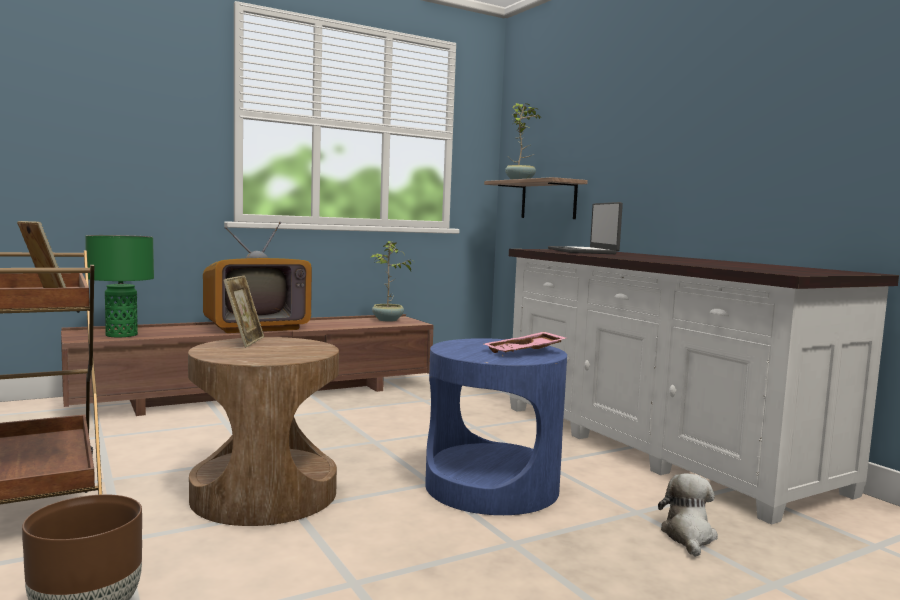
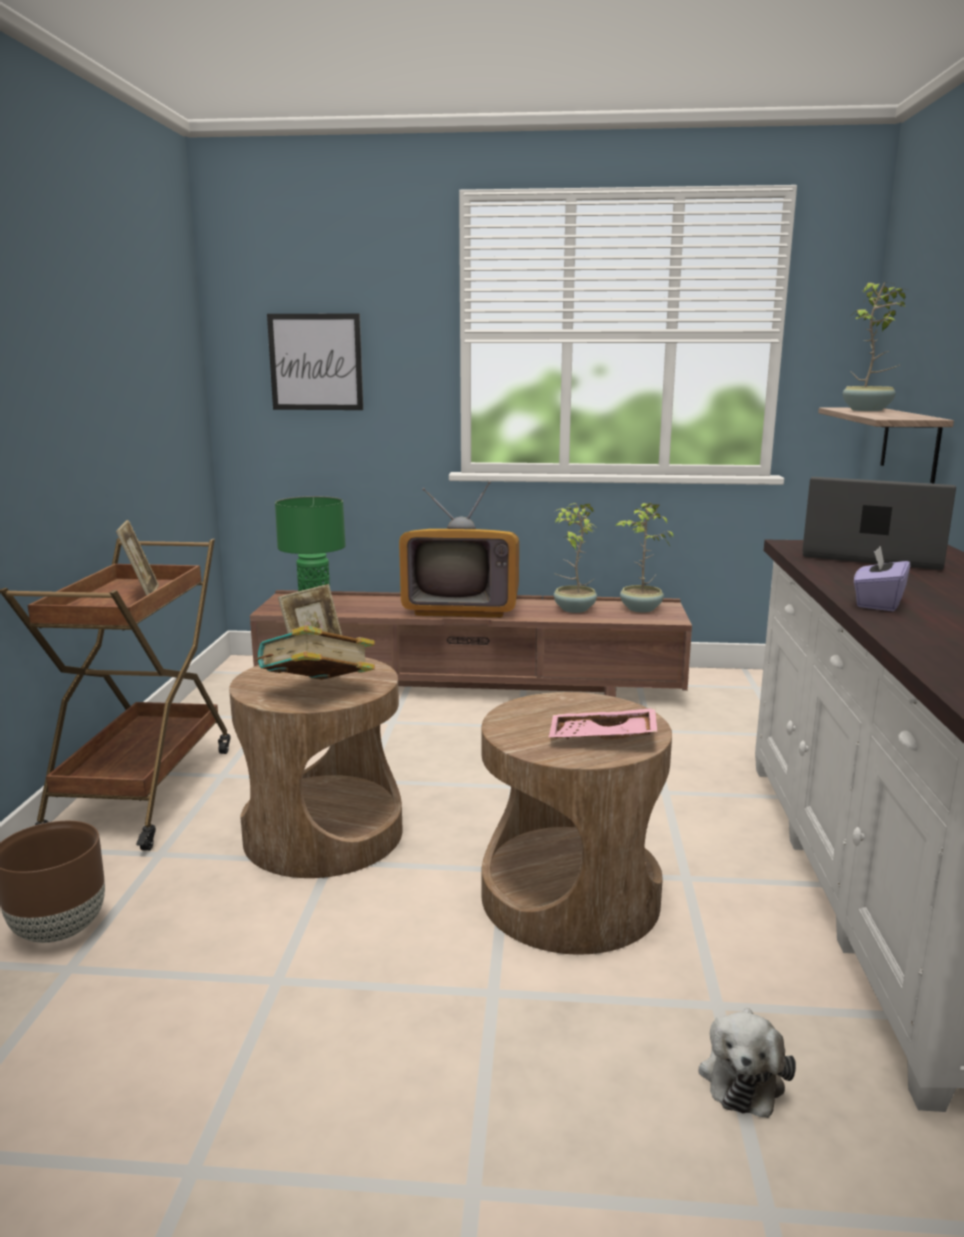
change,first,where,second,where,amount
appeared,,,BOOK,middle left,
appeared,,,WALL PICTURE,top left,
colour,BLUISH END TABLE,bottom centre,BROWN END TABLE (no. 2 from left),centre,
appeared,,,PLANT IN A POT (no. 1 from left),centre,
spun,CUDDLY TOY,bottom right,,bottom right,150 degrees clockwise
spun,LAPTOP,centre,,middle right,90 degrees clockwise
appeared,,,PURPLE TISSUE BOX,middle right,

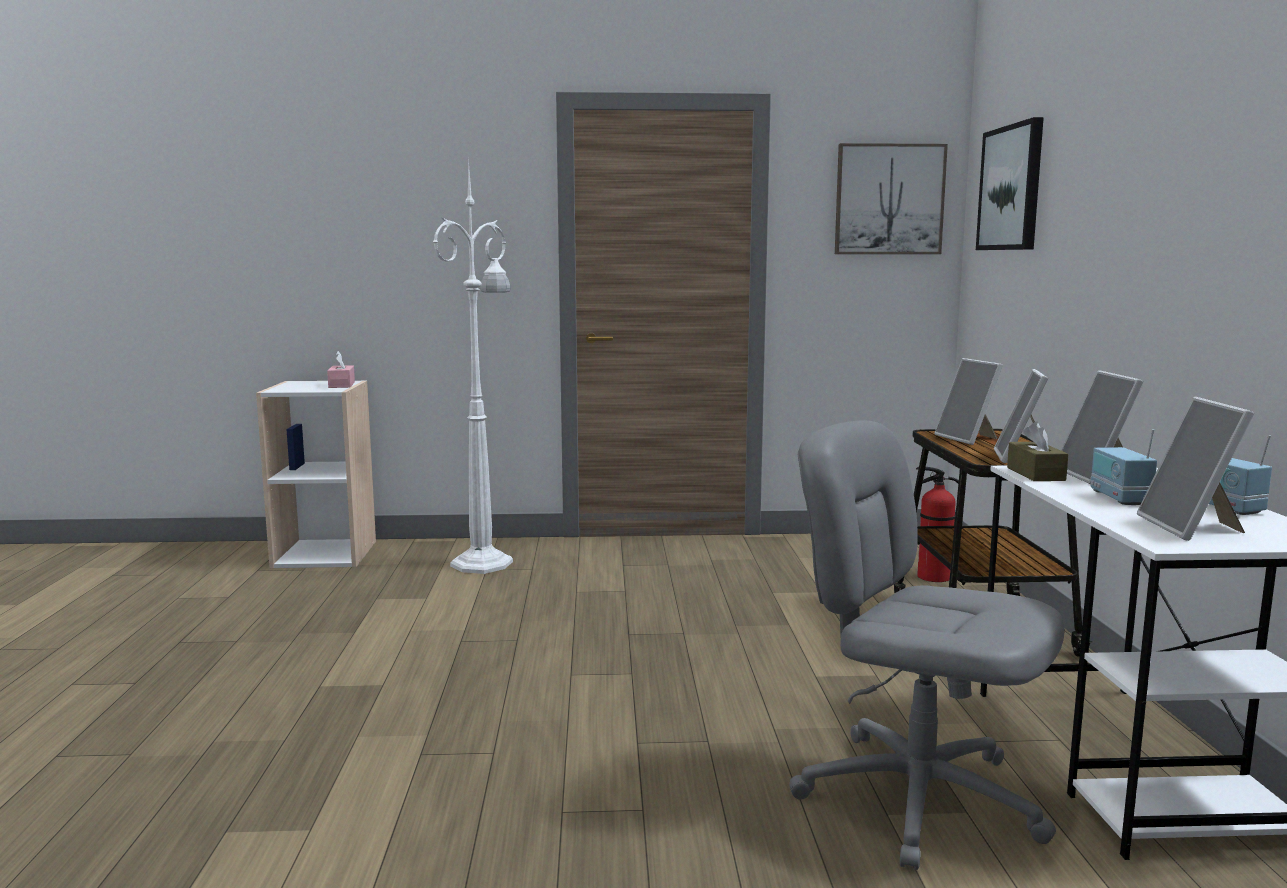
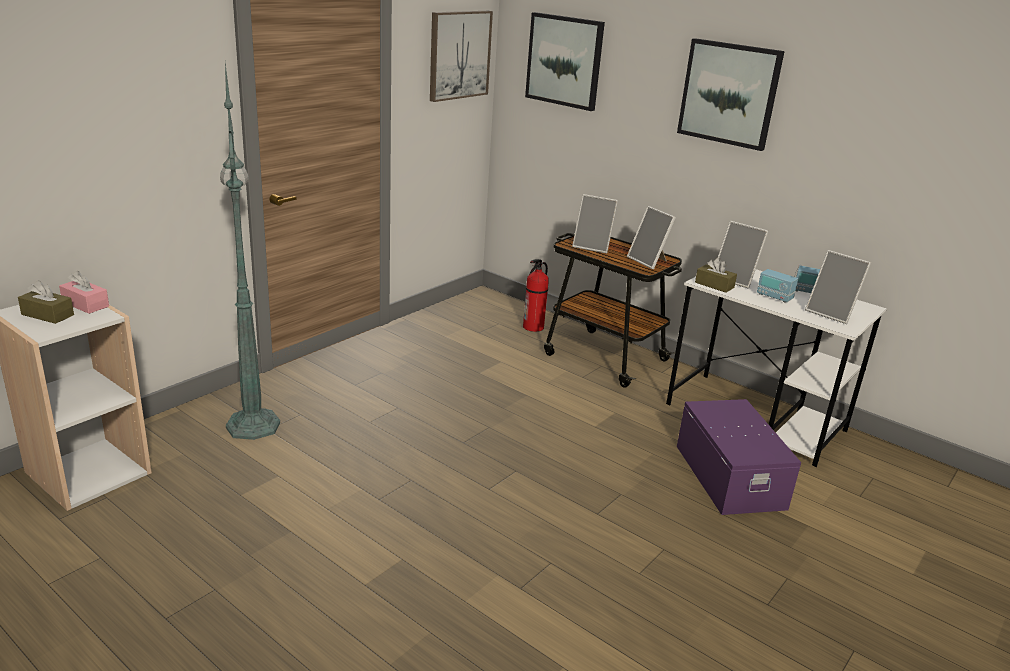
change,first,where,second,where,amount
appeared,,,BROWN TISSUE BOX (no. 1 from left),middle left,
colour,WHITISH STANDARD LAMP,centre,GREENISH STANDARD LAMP,middle left,
appeared,,,WALL PICTURE (no. 3 from left),top right,
exchanged,GRAY COMPUTER CHAIR,bottom right,PURPLE STORAGE BIN,bottom right,

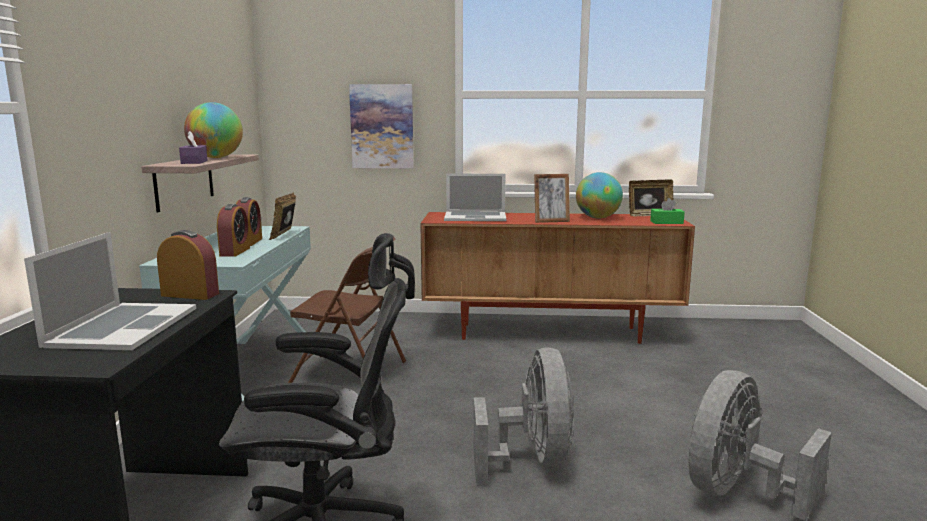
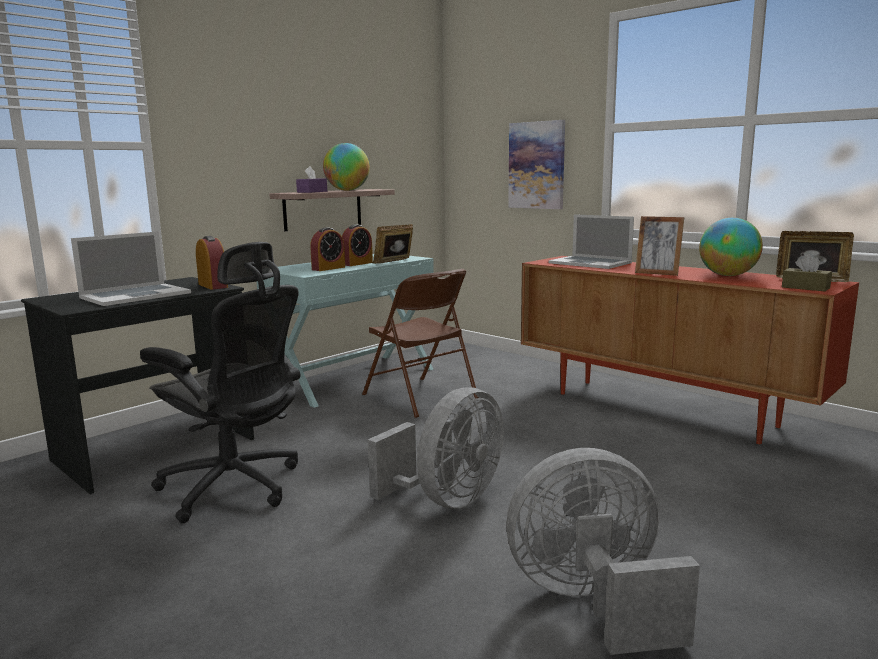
change,first,where,second,where,amount
colour,GREENISH TISSUE BOX,middle right,BROWN TISSUE BOX,middle right,

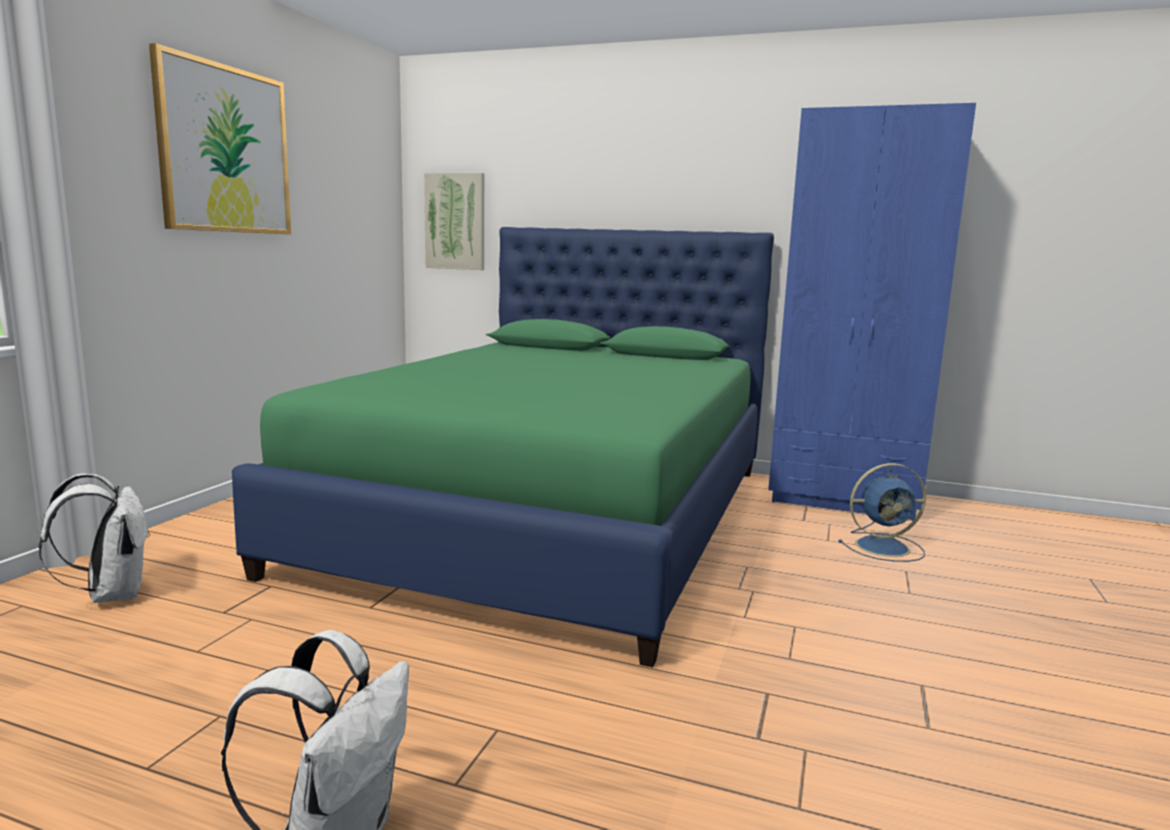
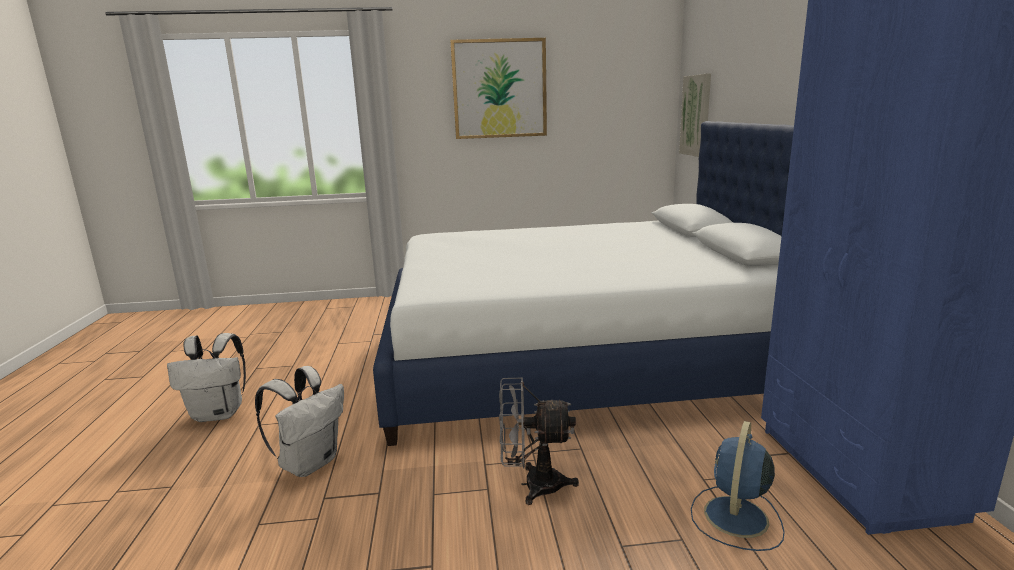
change,first,where,second,where,amount
relocated,WHITISH RUCKSACK (no. 1 from left in the first image),middle left,WHITISH RUCKSACK (no. 2 from left),bottom left,
colour,GREENISH SLEEPING BED,centre,WHITISH SLEEPING BED,centre,
appeared,,,GRAY ELECTRIC FAN,bottom centre,
spun,BLUISH ELECTRIC FAN,middle right,,bottom right,60 degrees clockwise

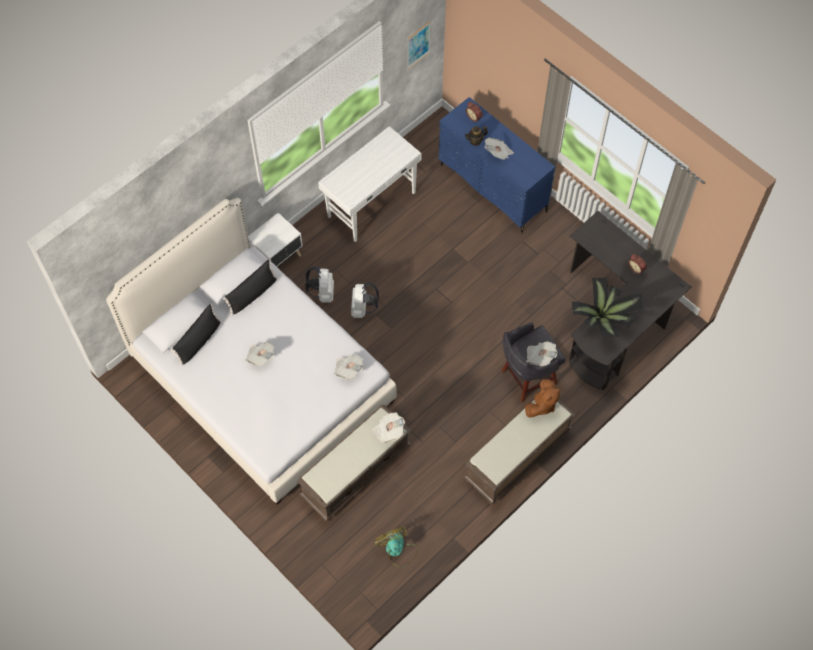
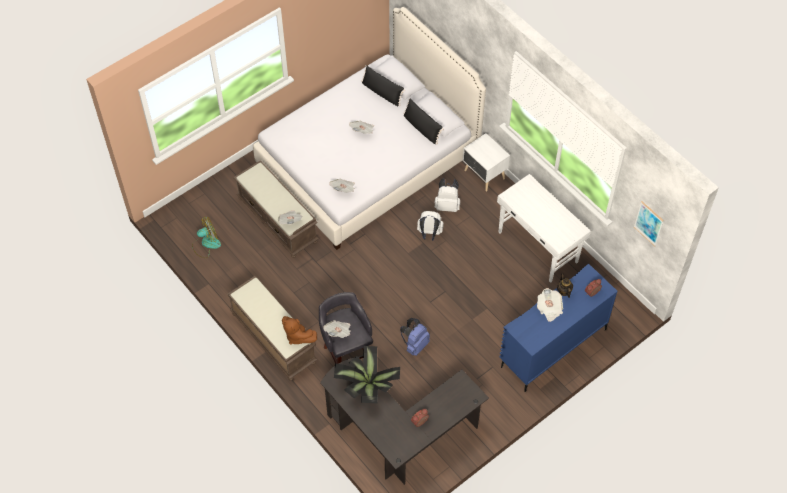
change,first,where,second,where,amount
appeared,,,BLUISH RUCKSACK,bottom centre,

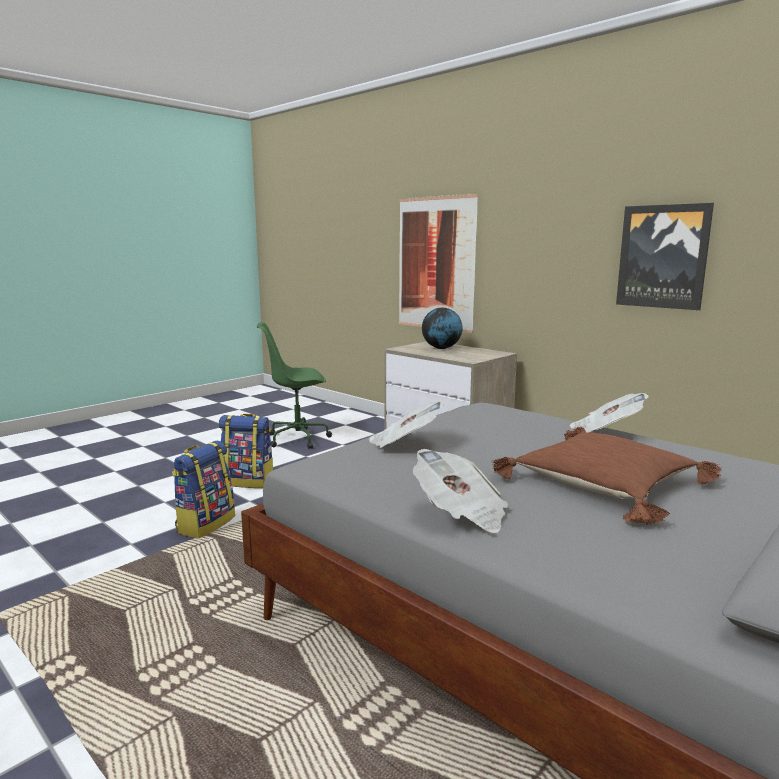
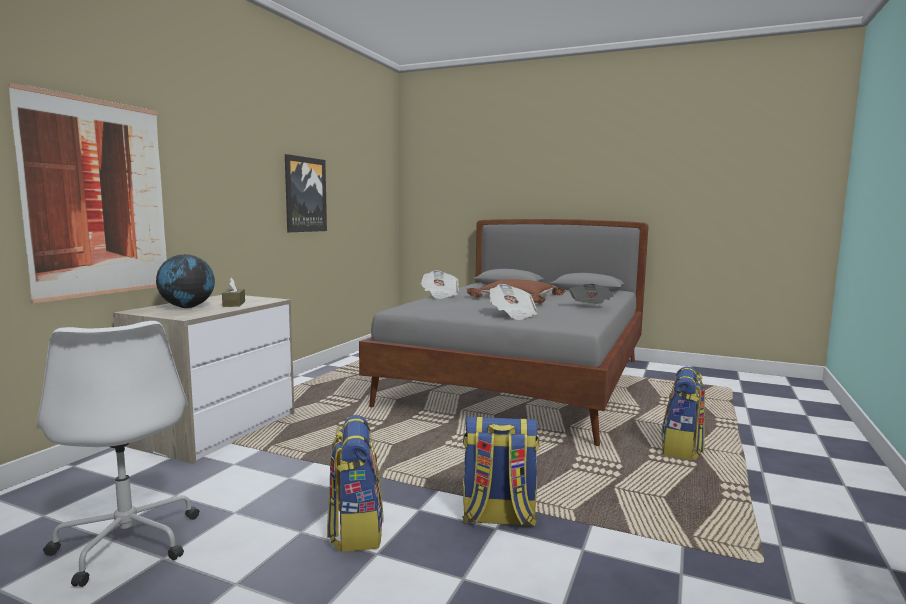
change,first,where,second,where,amount
colour,GREENISH COMPUTER CHAIR,centre,WHITISH COMPUTER CHAIR,bottom left,
appeared,,,BROWN TISSUE BOX,middle left,
appeared,,,RUCKSACK (no. 3 from left),bottom right,

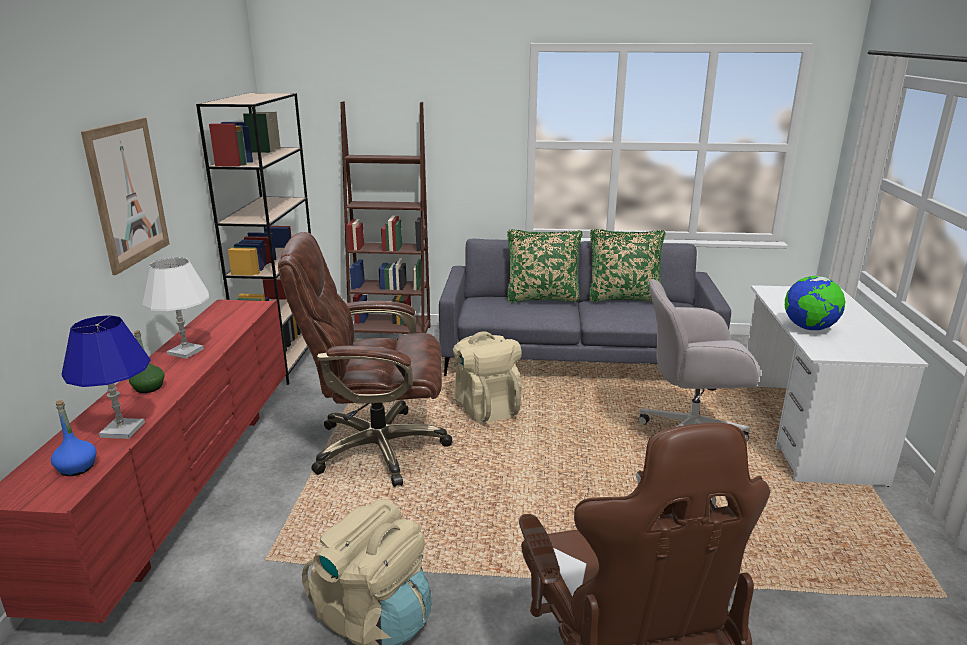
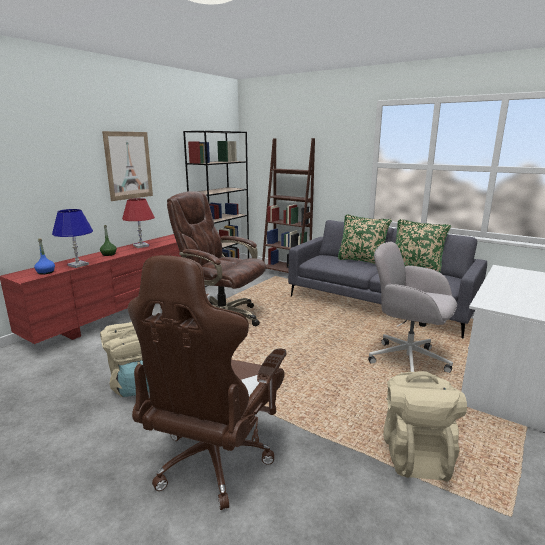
change,first,where,second,where,amount
colour,WHITISH TABLE LAMP,middle left,RED TABLE LAMP,middle left,
relocated,BEIGE-COLOURED RUCKSACK (no. 2 from left),centre,,bottom right,
missing,WORLD GLOBE,middle right,,,

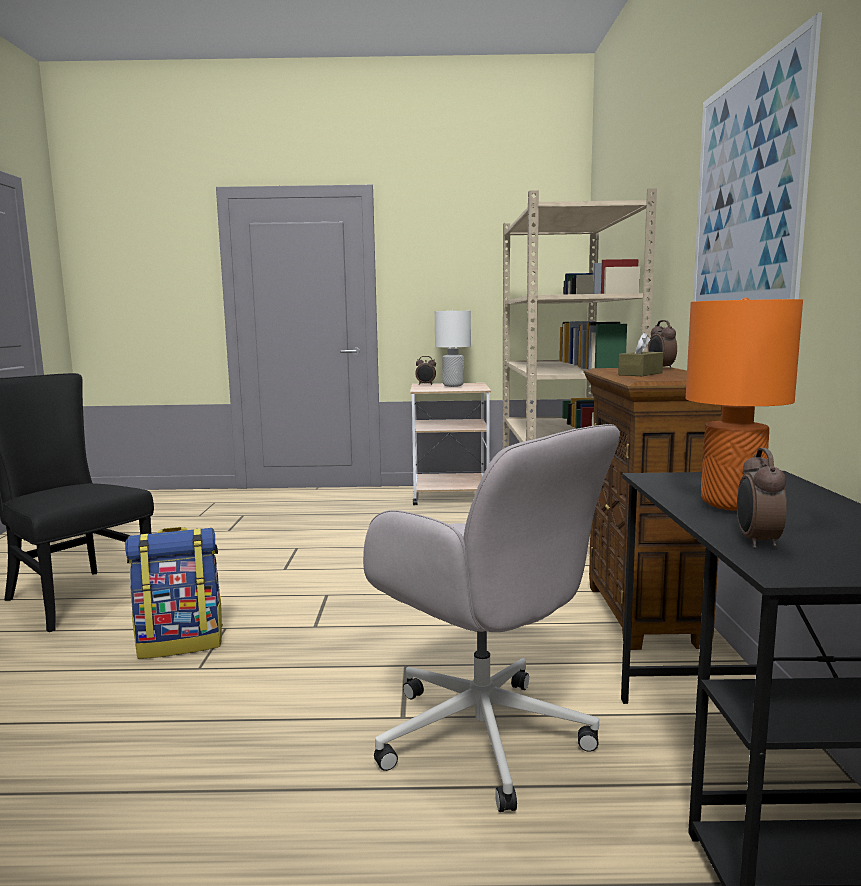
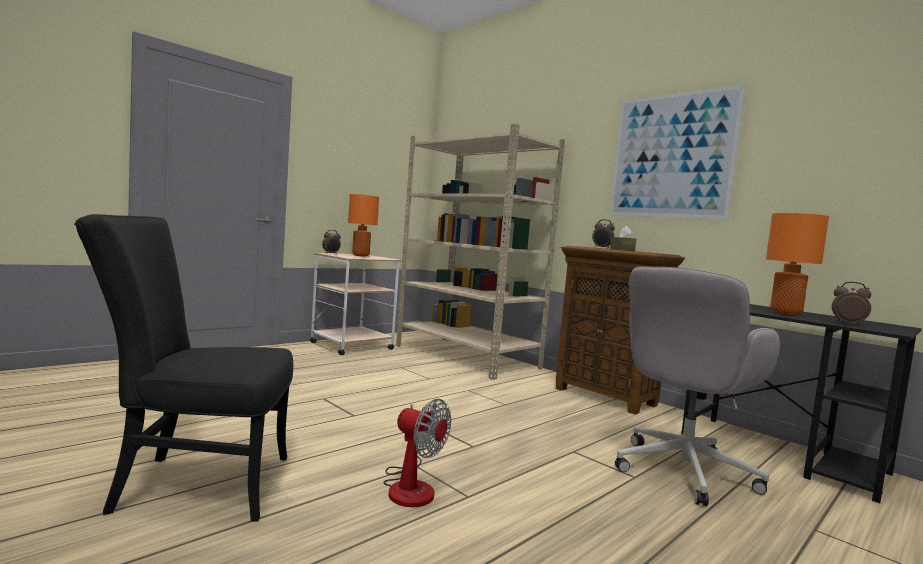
change,first,where,second,where,amount
colour,WHITISH TABLE LAMP,centre,ORANGE-COLOURED TABLE LAMP (no. 1 from left),centre,
exchanged,RUCKSACK,bottom left,ELECTRIC FAN,bottom centre,
spun,GRAY COMPUTER CHAIR,bottom centre,,bottom right,135 degrees clockwise
spun,BEDSIDE CLOCK (no. 3 from left),middle right,,middle right,150 degrees clockwise

